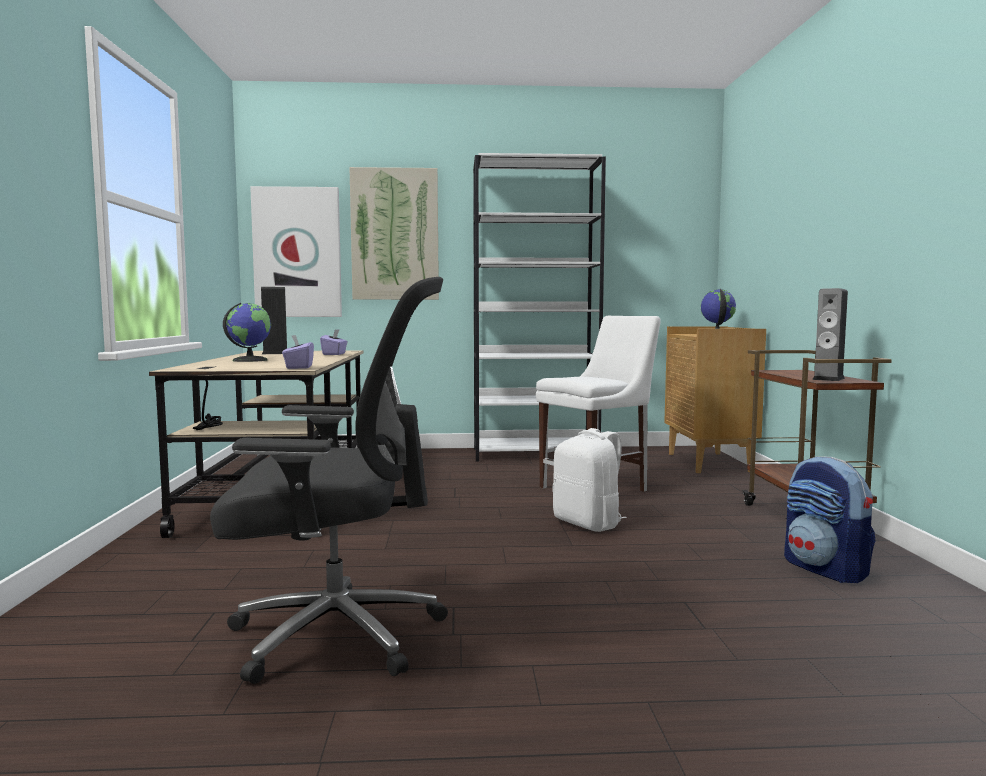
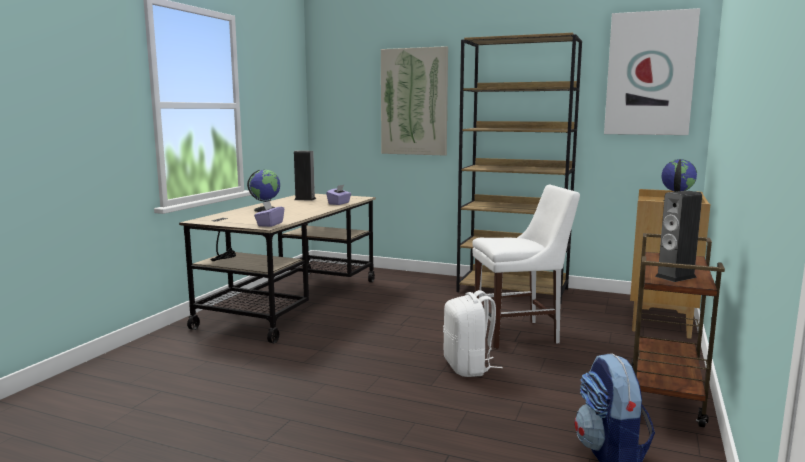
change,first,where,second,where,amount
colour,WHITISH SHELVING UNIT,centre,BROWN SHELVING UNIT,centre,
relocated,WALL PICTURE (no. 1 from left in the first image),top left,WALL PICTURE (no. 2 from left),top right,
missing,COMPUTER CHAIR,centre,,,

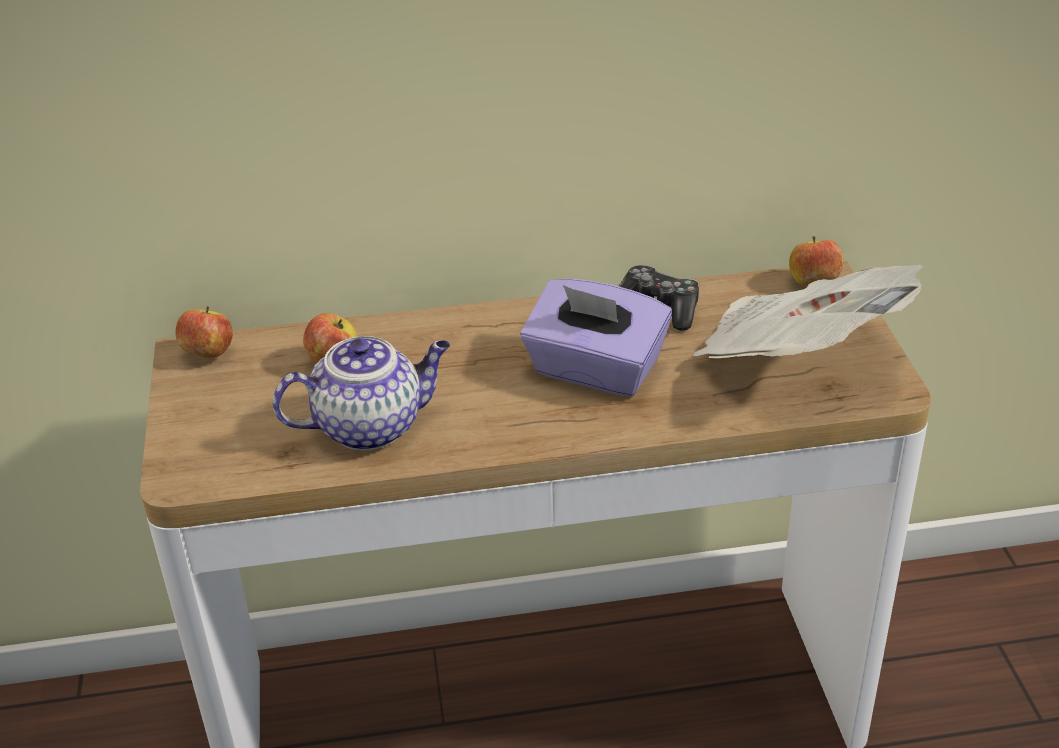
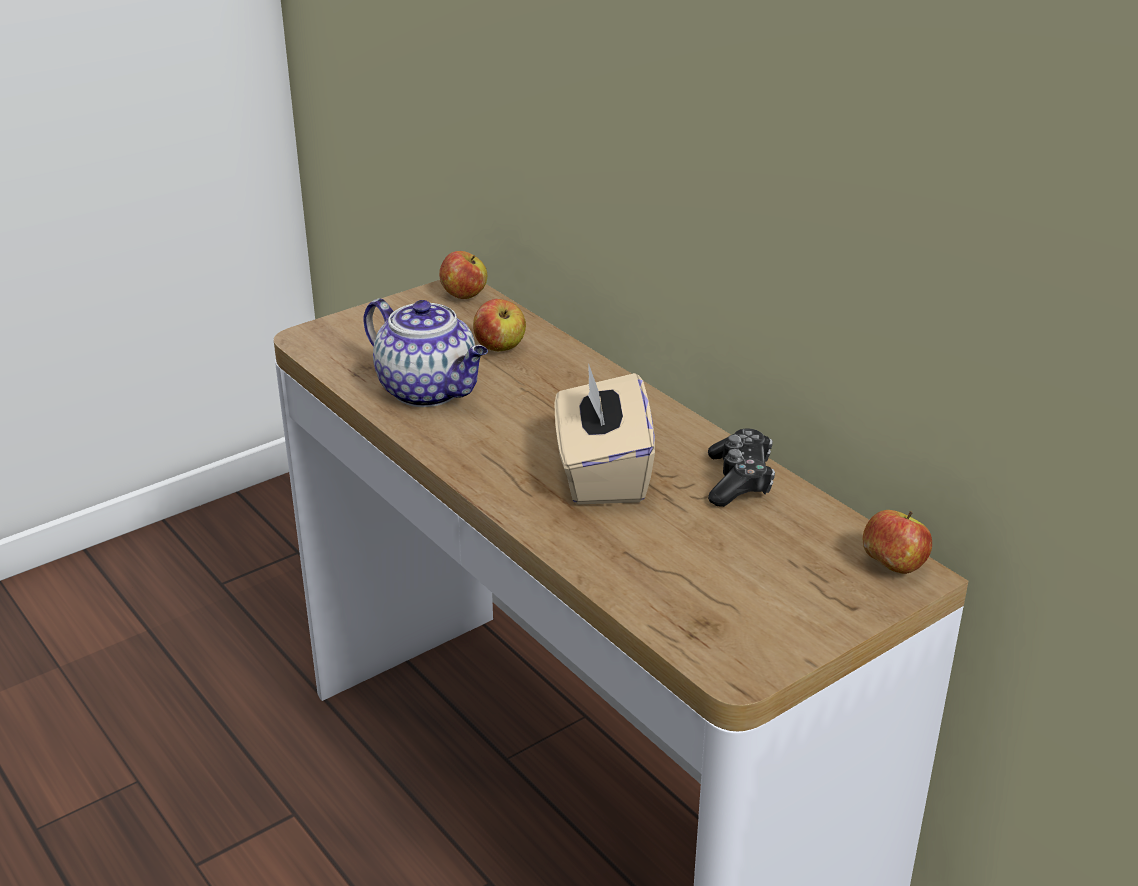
change,first,where,second,where,amount
colour,PURPLE TISSUE BOX,centre,BEIGE-COLOURED TISSUE BOX,centre,
missing,PRINTED PAPER,middle right,,,

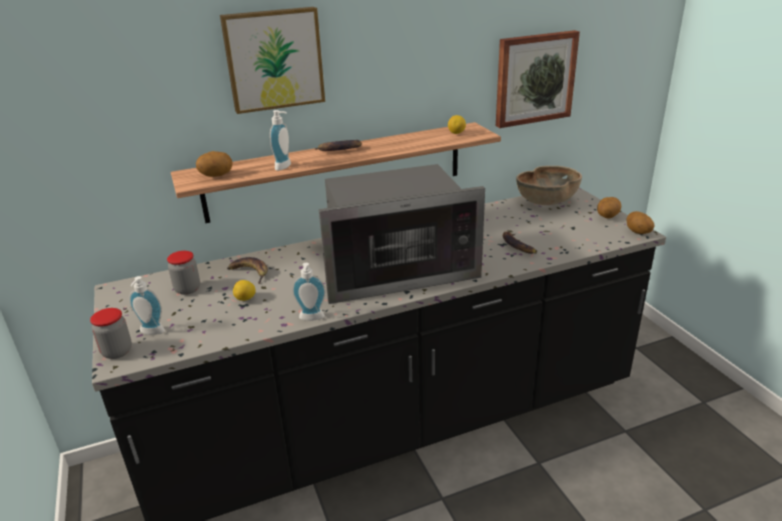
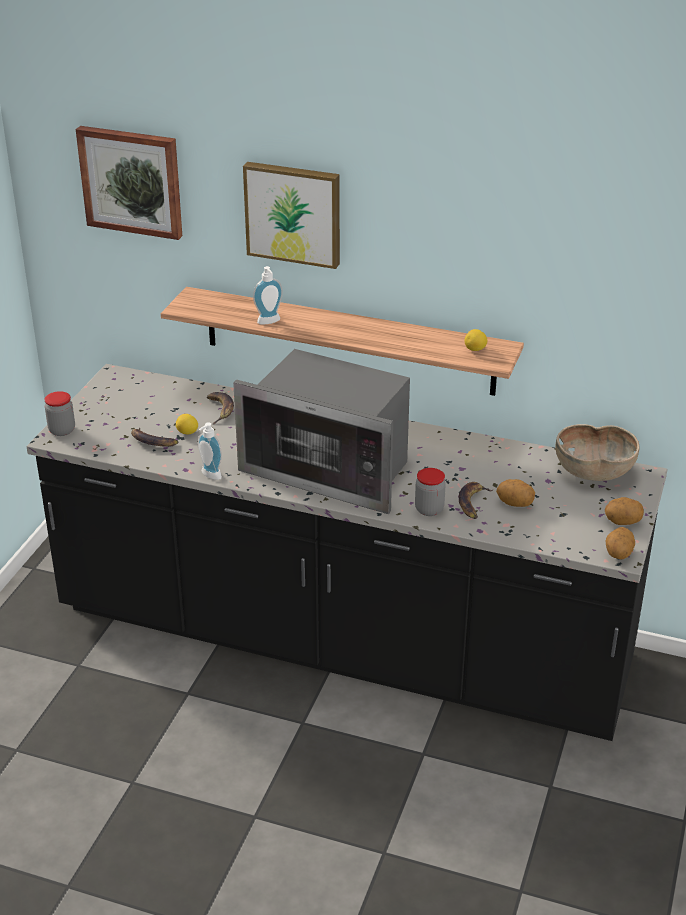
change,first,where,second,where,amount
relocated,WALL PICTURE (no. 2 from left in the first image),top right,WALL PICTURE (no. 1 from left),top left,
relocated,BANANA FRUIT (no. 2 from left in the first image),top centre,BANANA FRUIT (no. 1 from left),middle left,
relocated,JAR (no. 2 from left),middle left,,centre,
relocated,WHOLE POTATO (no. 1 from left),top left,,middle right,
missing,SOAP BOTTLE (no. 1 from left),middle left,,,

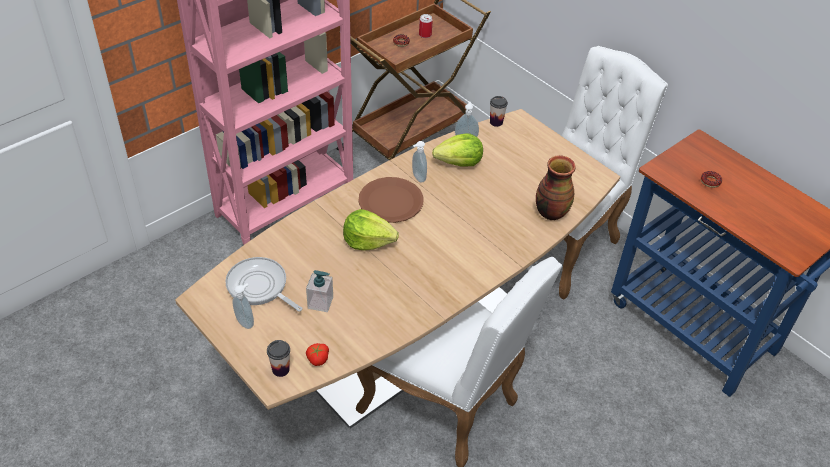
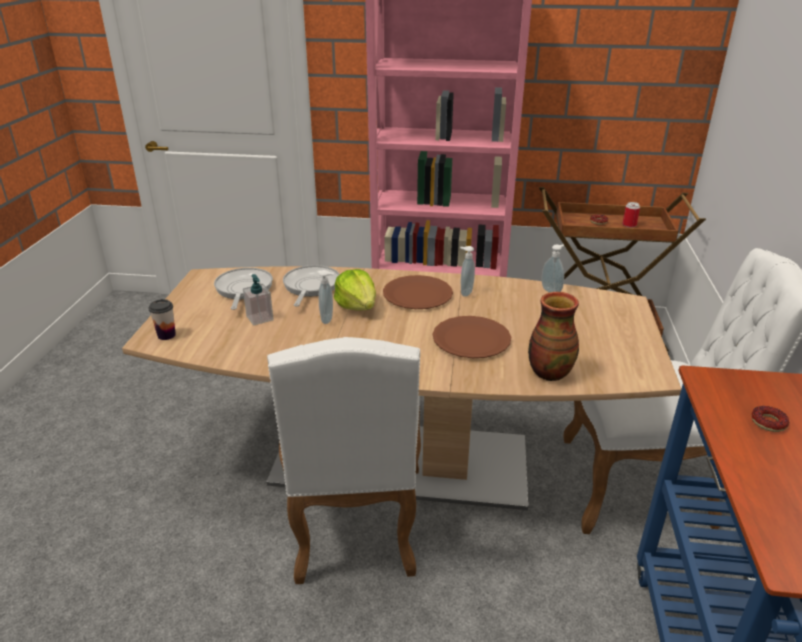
change,first,where,second,where,amount
appeared,,,FRYING PAN (no. 2 from left),centre,
relocated,SOAP BOTTLE (no. 1 from left in the first image),middle left,SOAP BOTTLE (no. 2 from left),centre,
appeared,,,BROWN PLATE (no. 2 from left),centre,
missing,TOMATO,bottom centre,,,
missing,HEAD OF LETTUCE (no. 2 from left),top centre,,,
missing,SMALL CUP (no. 2 from left),top centre,,,

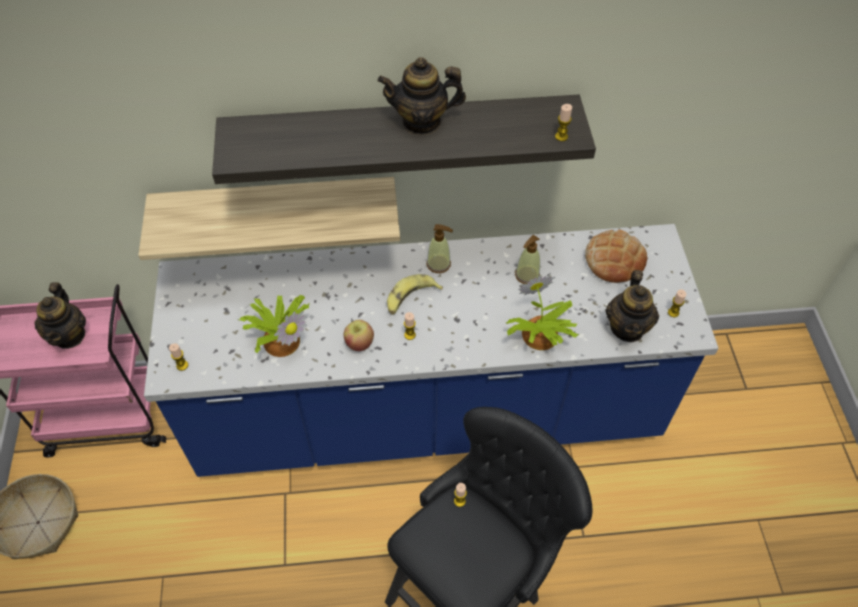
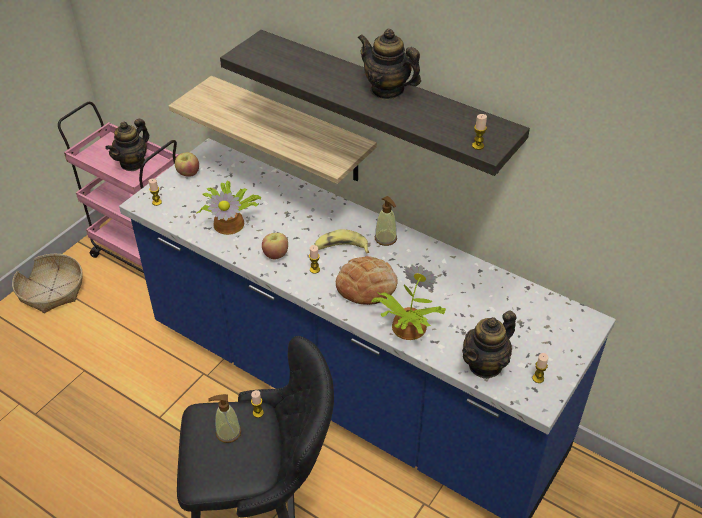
change,first,where,second,where,amount
appeared,,,APPLE FRUIT (no. 1 from left),top left,
relocated,SOAP BOTTLE (no. 2 from left in the first image),centre,SOAP BOTTLE (no. 1 from left),bottom left,
relocated,BREAD,middle right,,centre,

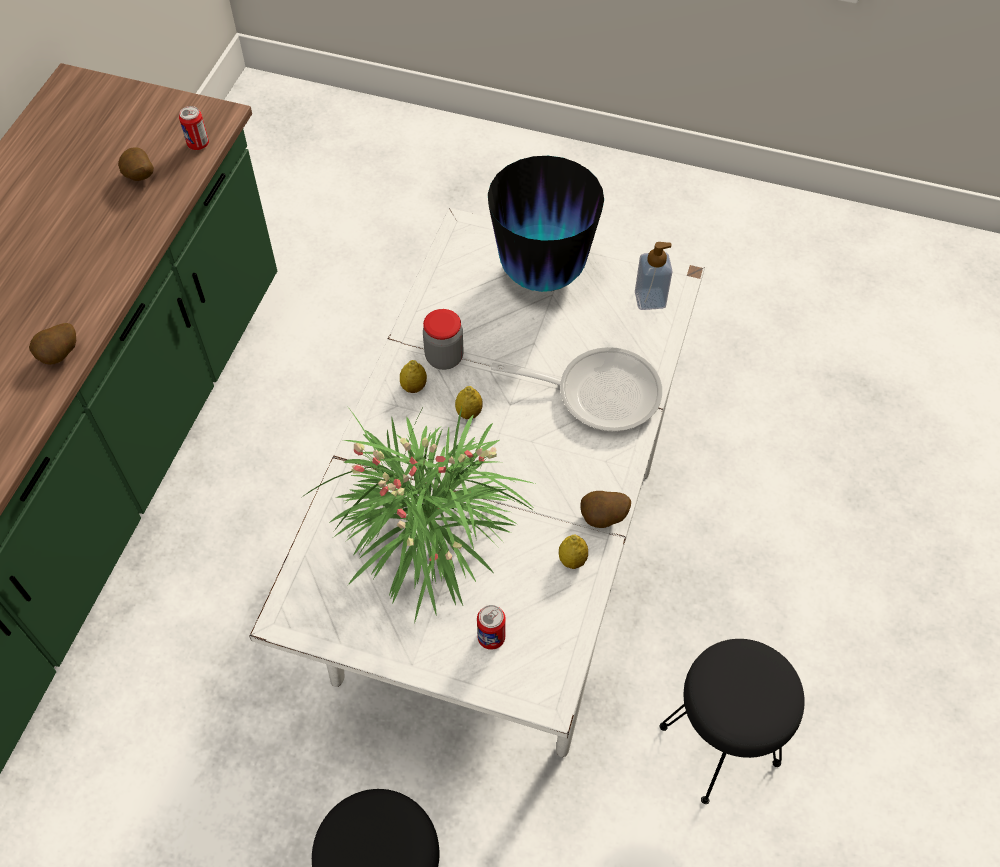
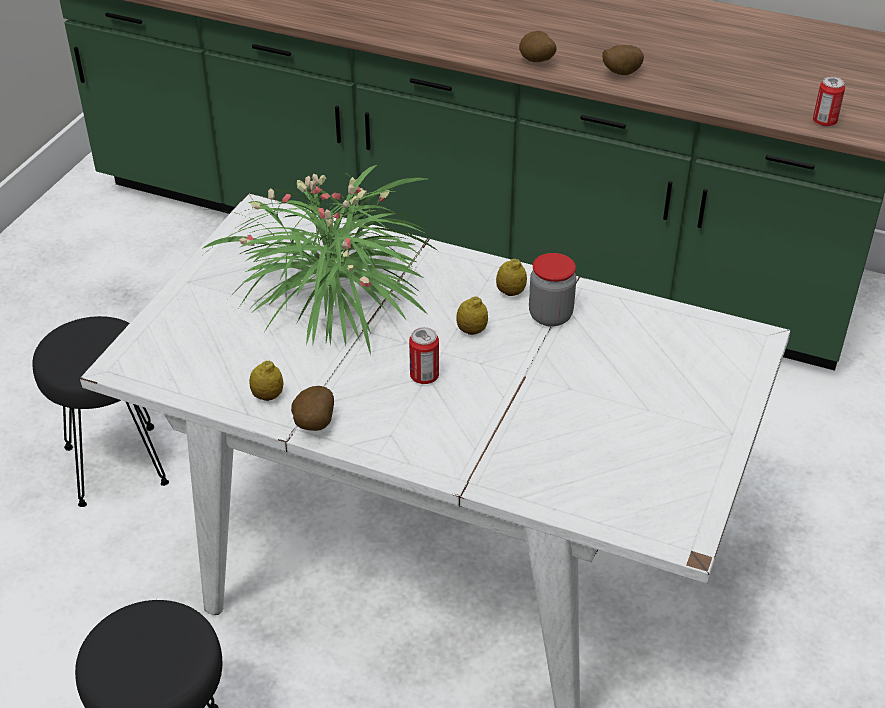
change,first,where,second,where,amount
relocated,METAL CAN (no. 2 from left in the first image),bottom centre,METAL CAN (no. 1 from left),centre,
relocated,WHOLE POTATO (no. 2 from left in the first image),top left,WHOLE POTATO (no. 3 from left),top right,
missing,VASE,top centre,,,
missing,FRYING PAN,centre,,,
missing,SOAP BOTTLE,top centre,,,

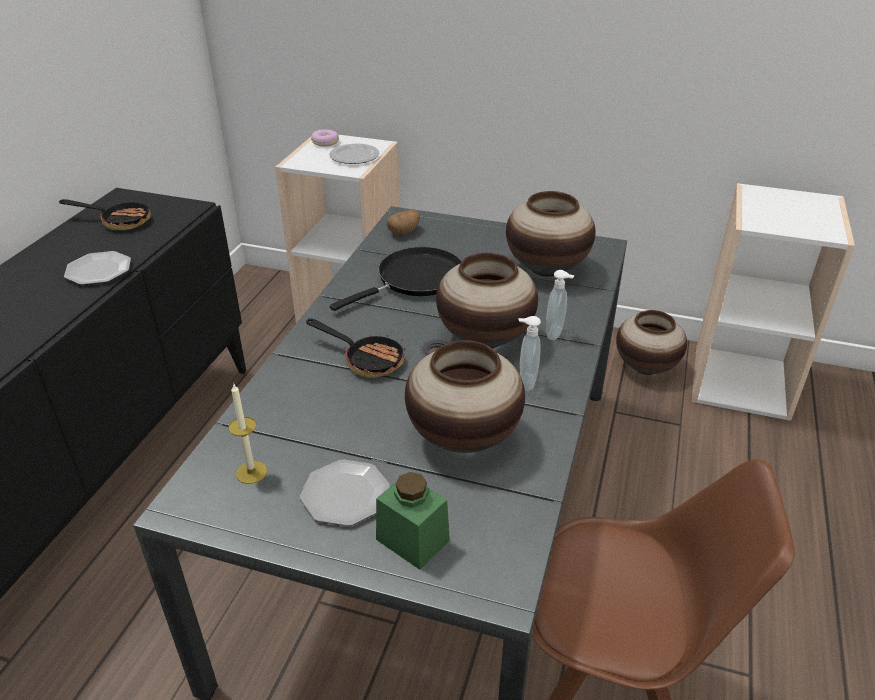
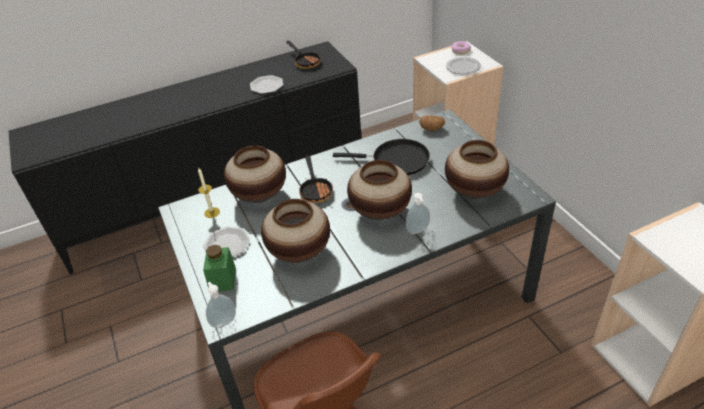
change,first,where,second,where,amount
relocated,SOAP BOTTLE (no. 1 from left),centre,,bottom left,
relocated,VASE (no. 4 from left in the first image),middle right,VASE (no. 1 from left),centre,

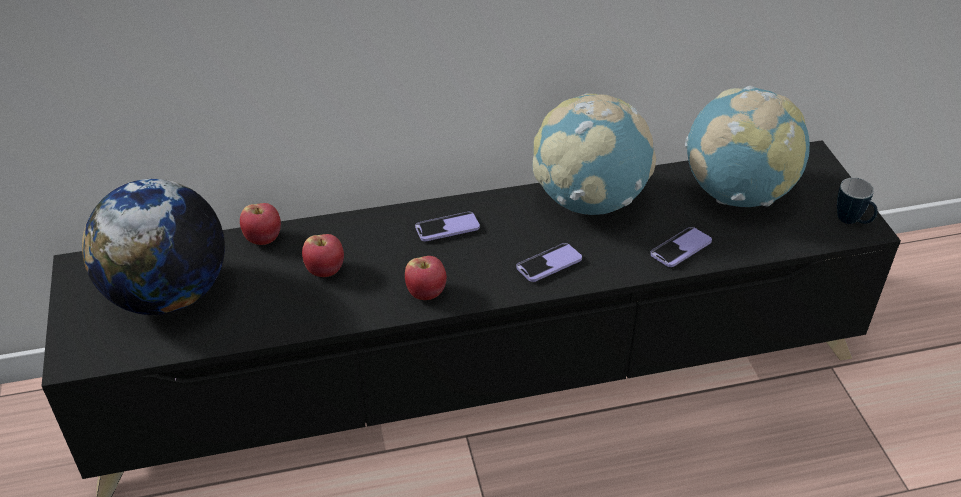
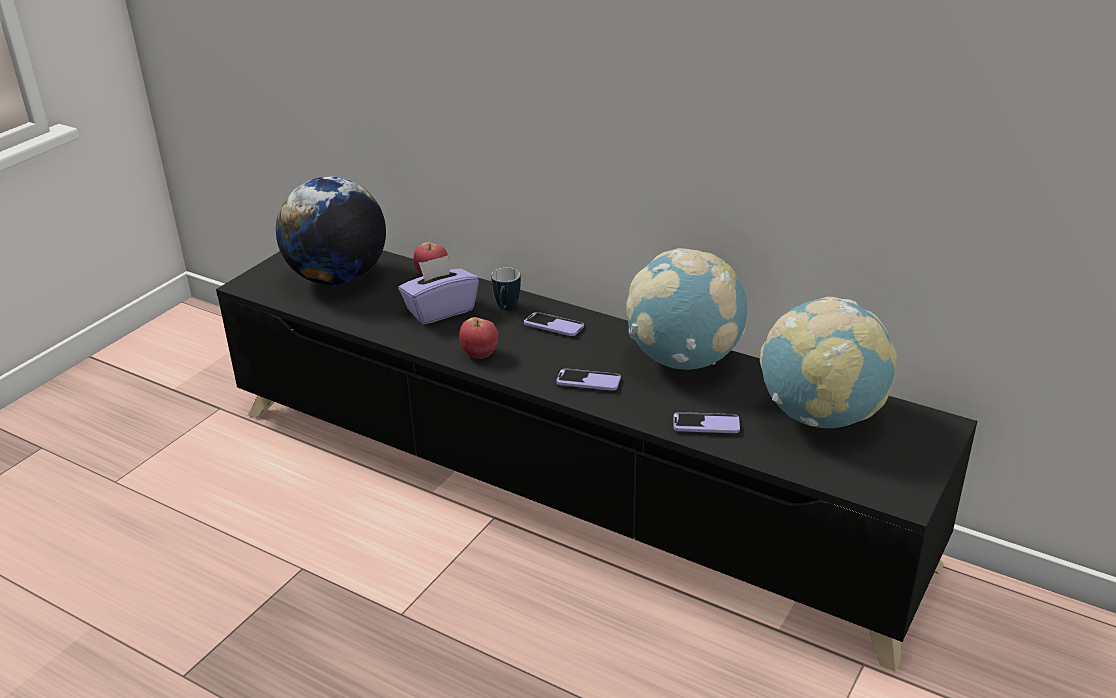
change,first,where,second,where,amount
exchanged,APPLE FRUIT (no. 2 from left),centre,PURPLE TISSUE BOX,centre,
relocated,COFFEE MUG,middle right,,centre,

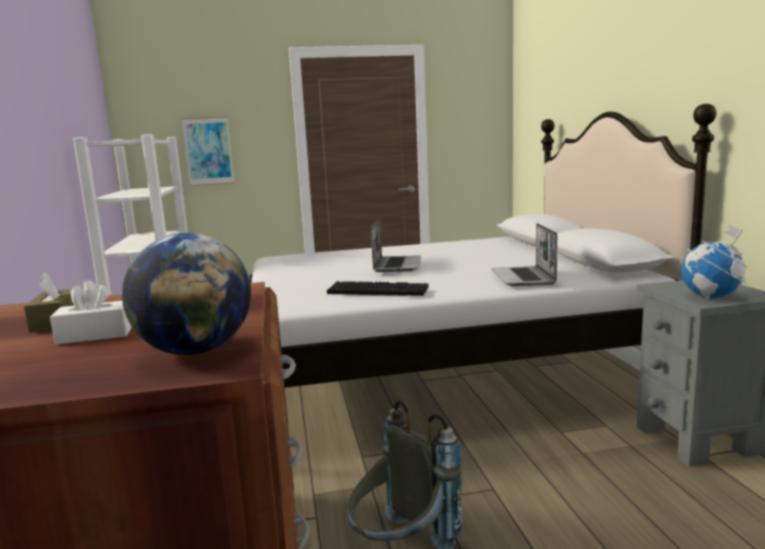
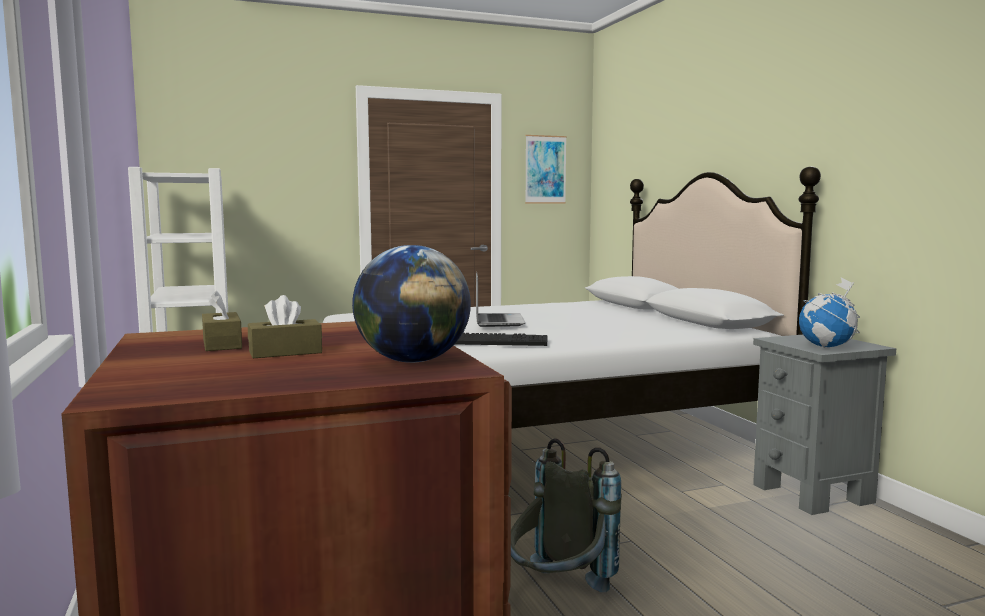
change,first,where,second,where,amount
colour,WHITISH TISSUE BOX,middle left,BROWN TISSUE BOX (no. 2 from left),middle left,
relocated,WALL PICTURE,top left,,top centre,
missing,LAPTOP (no. 2 from left),middle right,,,

